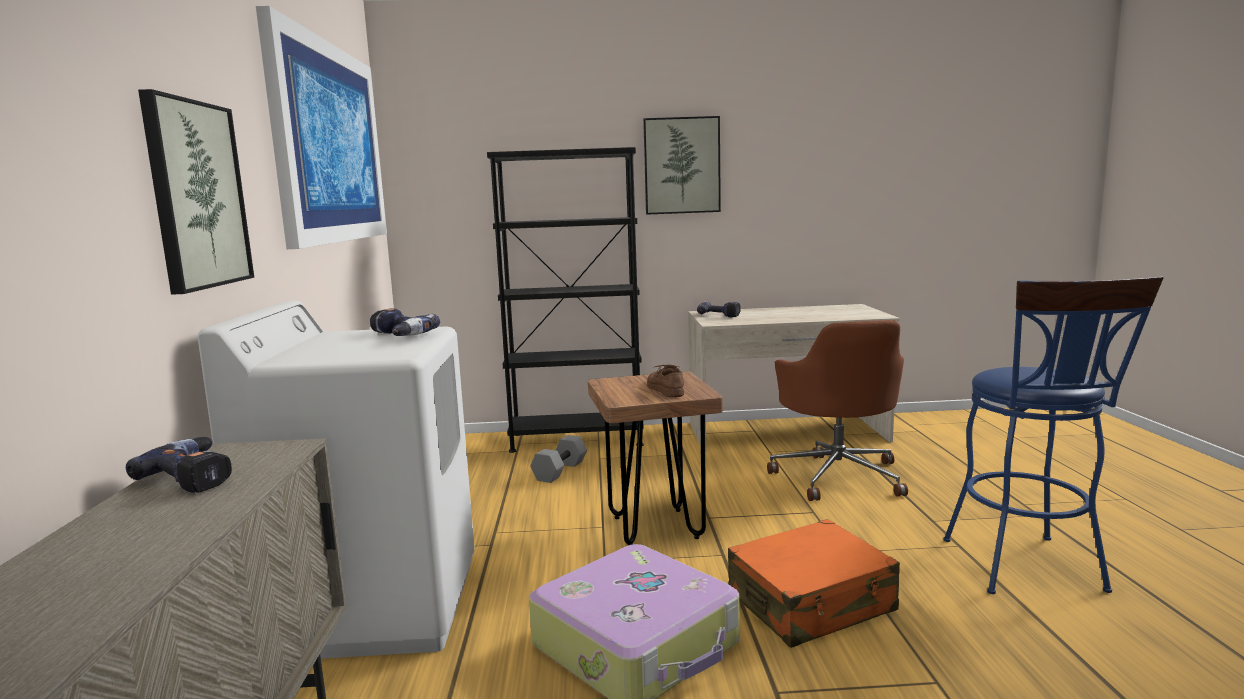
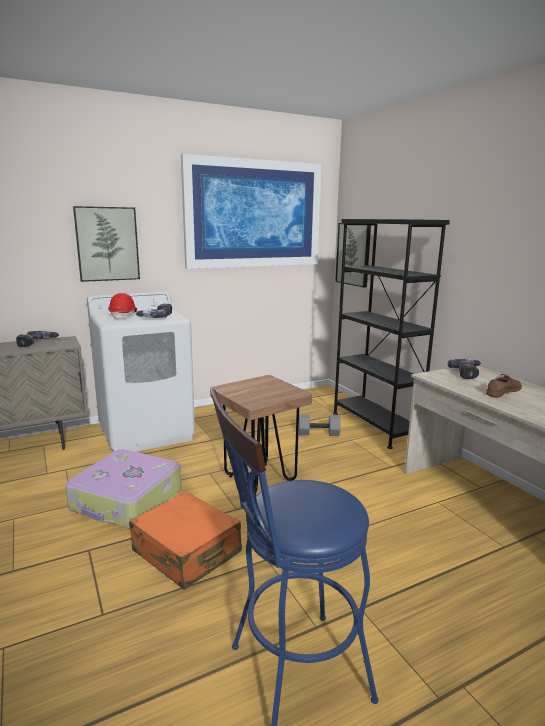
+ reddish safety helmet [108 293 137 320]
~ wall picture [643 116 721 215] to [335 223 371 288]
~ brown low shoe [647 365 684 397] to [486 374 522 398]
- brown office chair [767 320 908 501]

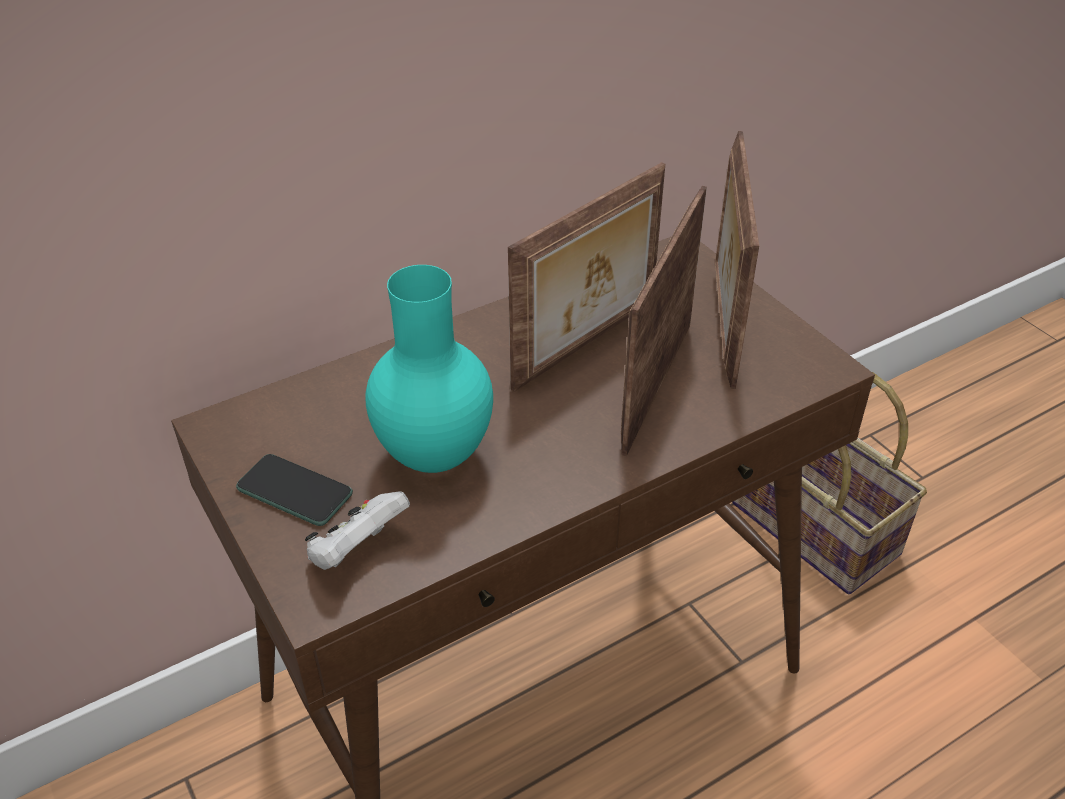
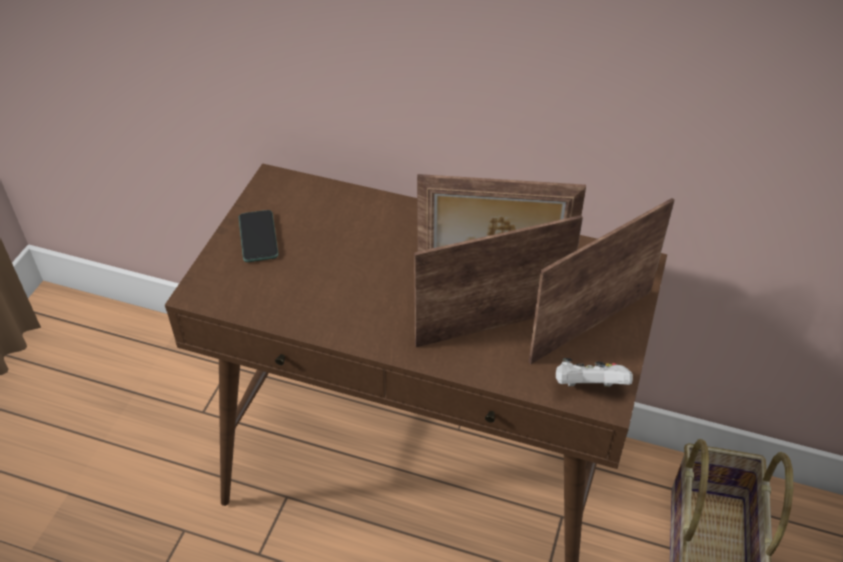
~ white gamepad [305 491 410 570] to [556 358 633 387]
- blue-green flower vase [366 265 493 473]

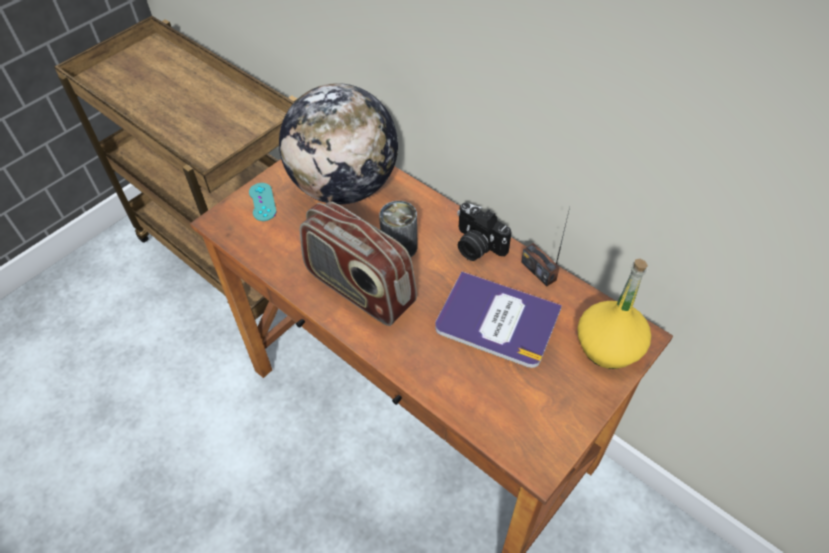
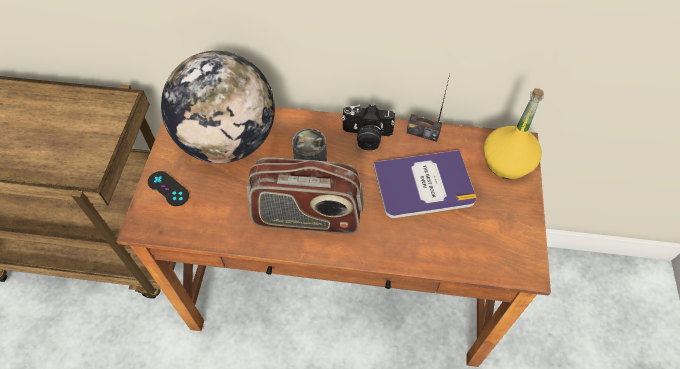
~ blue-green gamepad [249 183 276 221] to black gamepad [148 171 189 206]

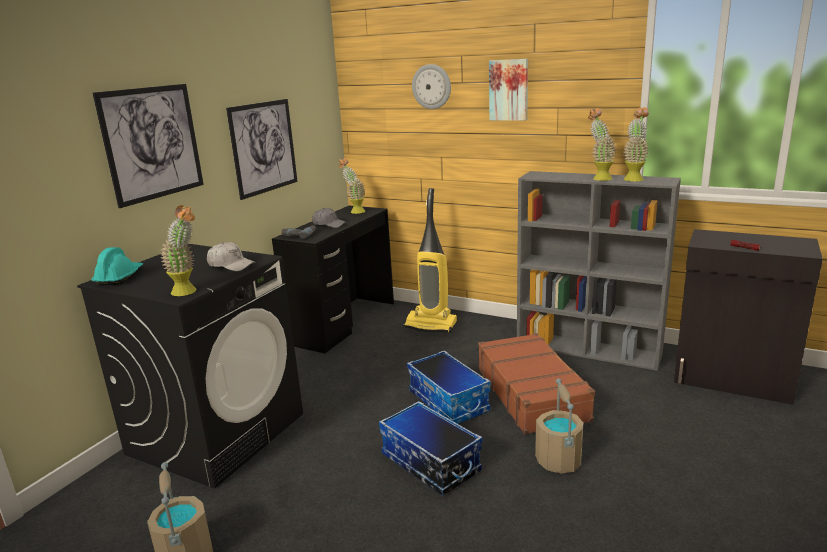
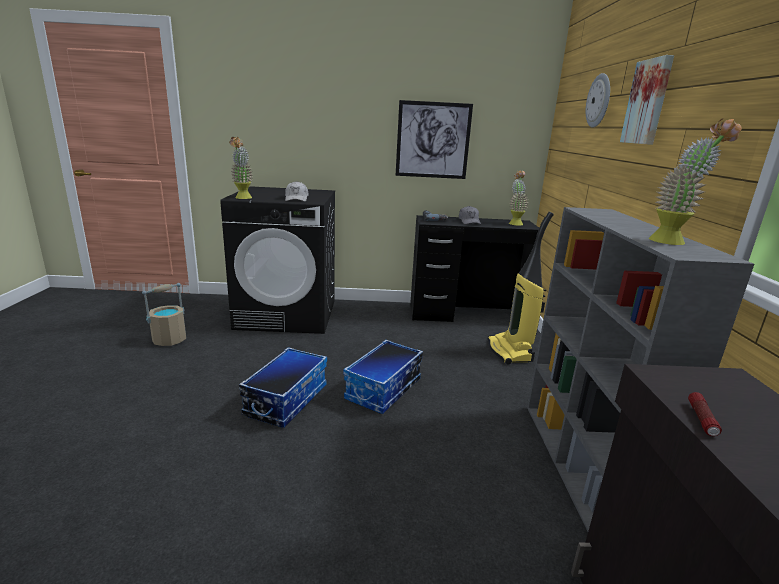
- blue-green safety helmet [91 247 143 285]
- wall picture [93 84 204 208]
- brown piece of luggage [478 333 595 435]
- beige water bucket [535 378 583 473]
- houseplant [588 108 617 181]

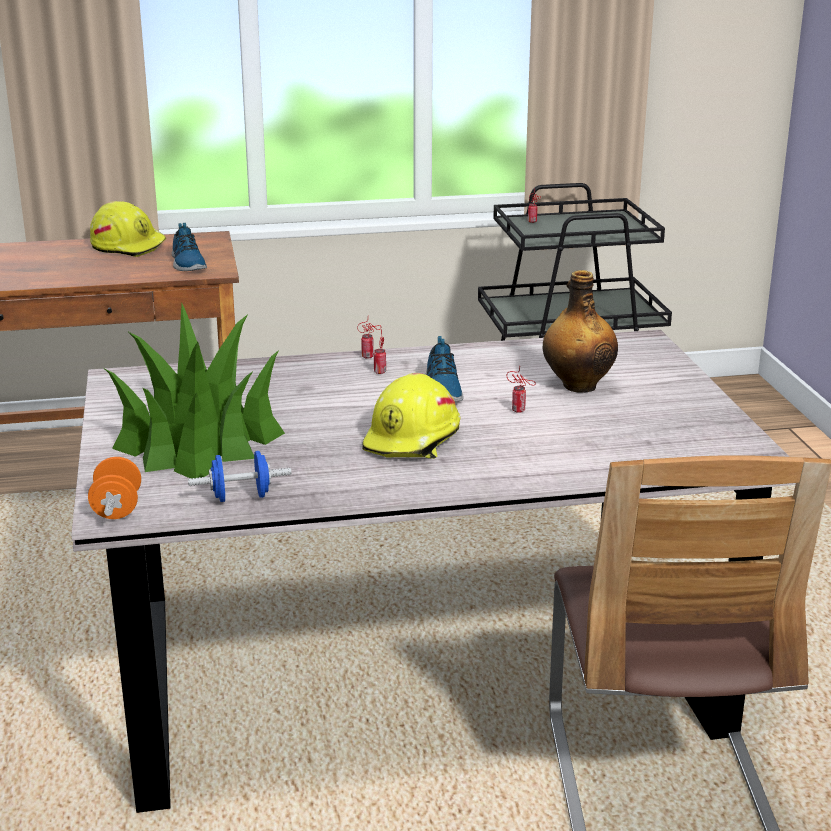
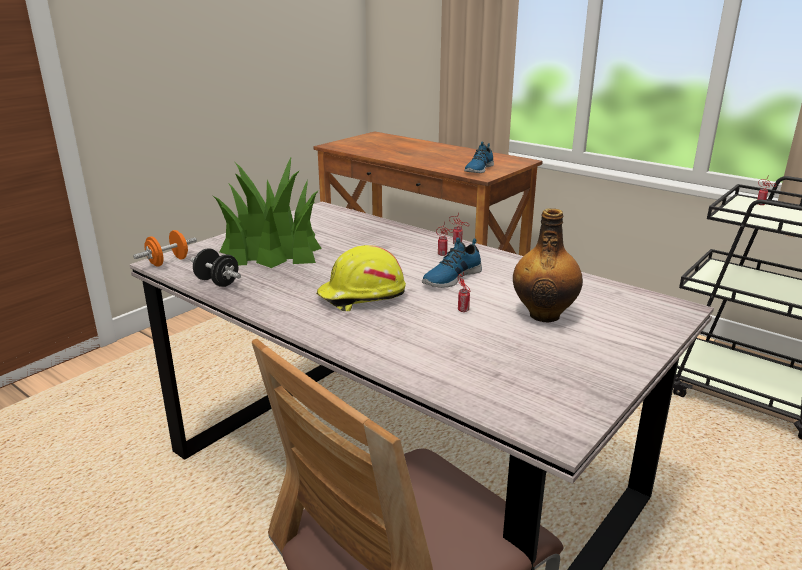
~ blue-coloured hand weight [188 451 291 502] to black hand weight [191 249 241 287]
- yellow-coloured safety helmet [90 201 166 257]

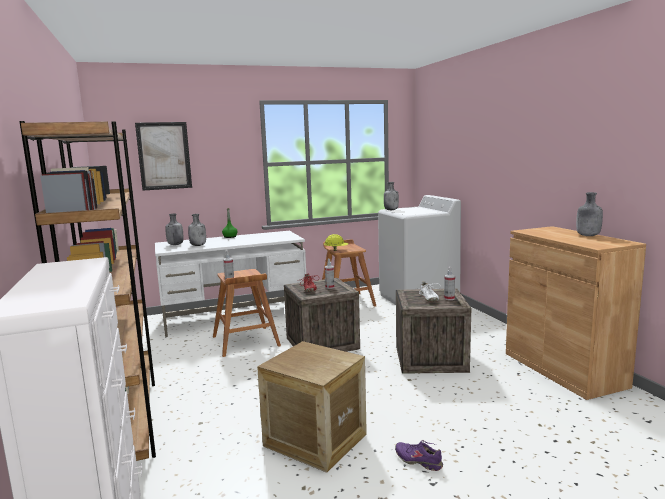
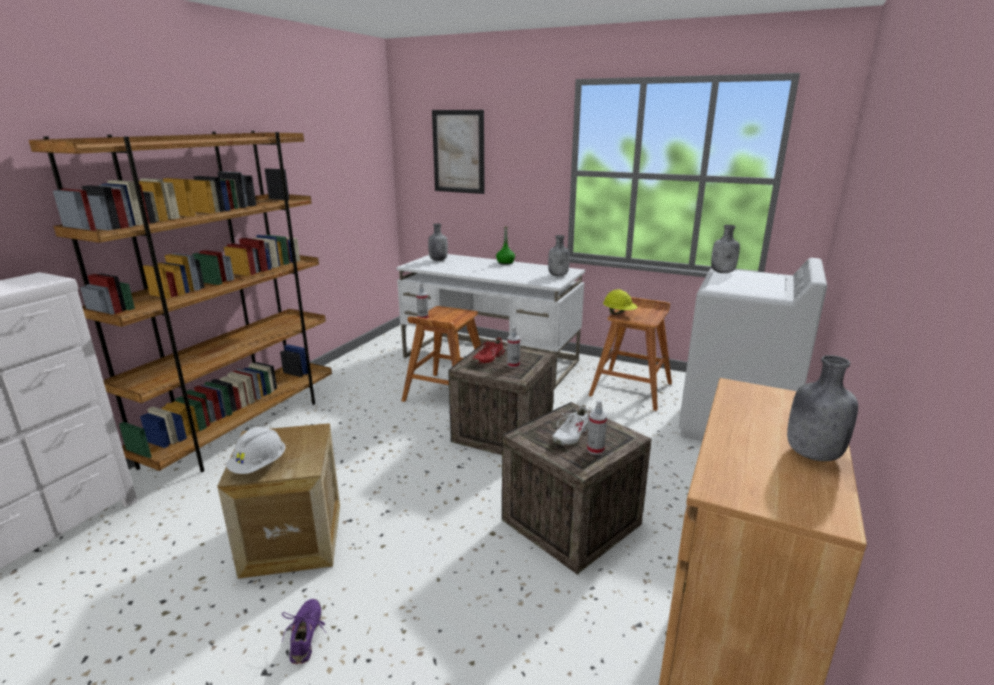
+ white safety helmet [226 427 285 474]
~ gray drink bottle [188 214 206 246] to [548 235 570 276]

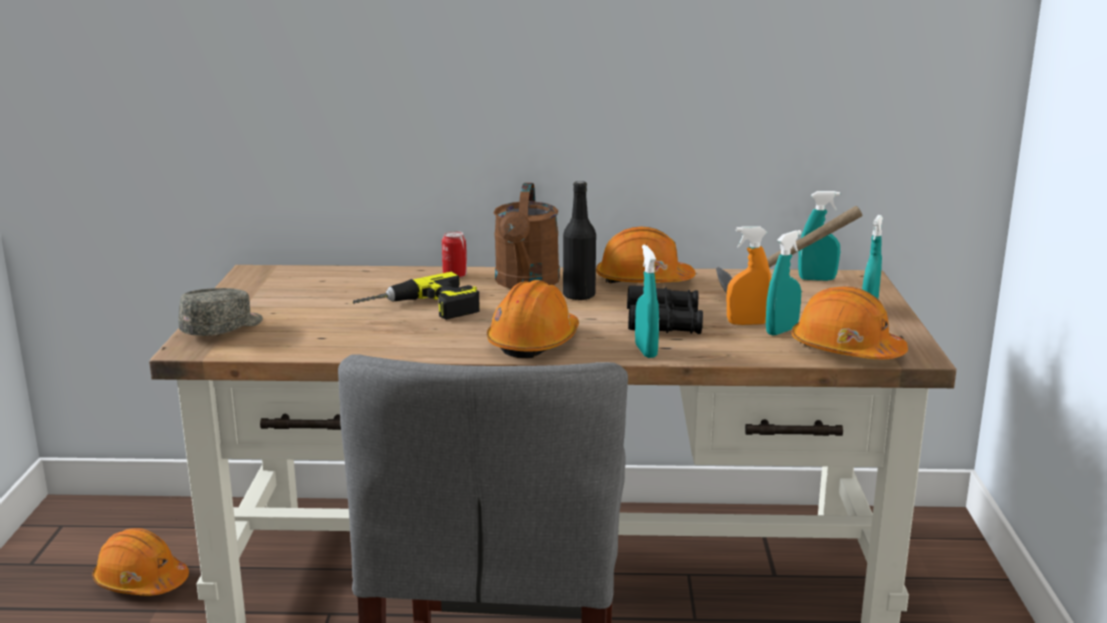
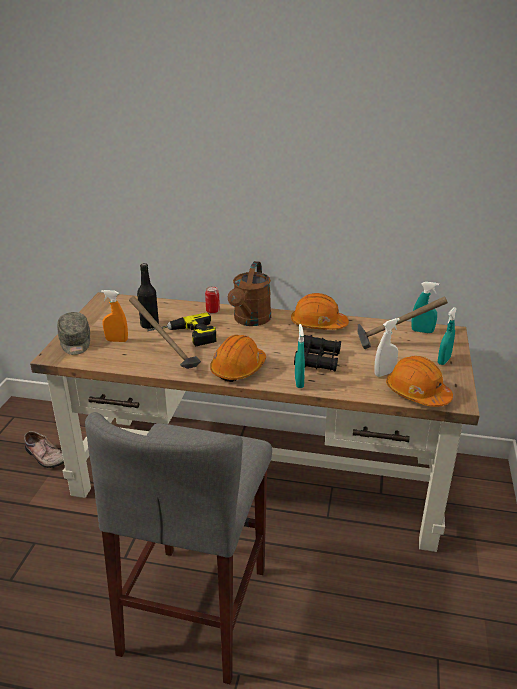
~ orange safety helmet [92 528 189 596] to low shoe [24 431 64 468]
~ gray baseball cap [178 288 263 336] = [57 312 90 355] 120 degrees clockwise
~ orange spray bottle [727 226 771 325] to [101 290 128 342]
+ hand hammer [129 296 201 369]
~ black drink bottle [563 181 596 300] to [137 263 159 329]
~ blue-green spray bottle [766 230 802 335] to white spray bottle [374 318 400 377]

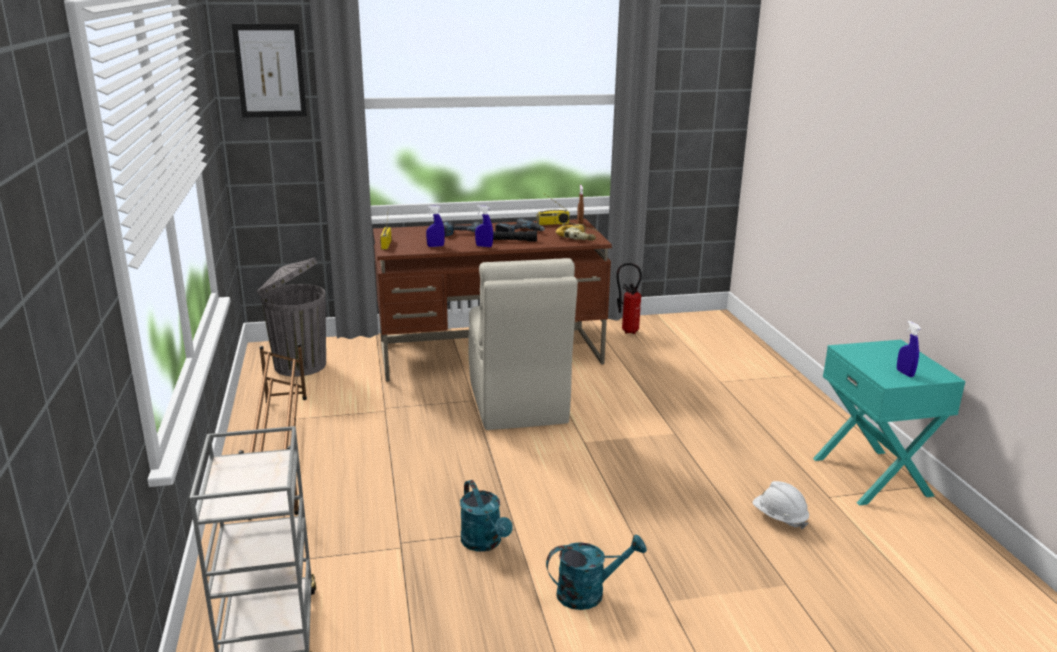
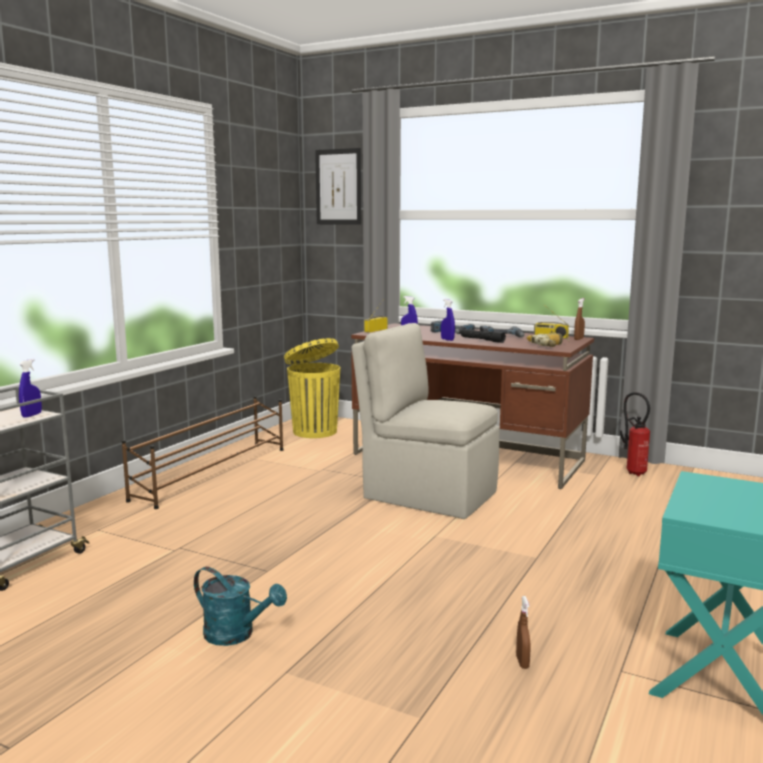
~ blue-coloured spray bottle [897 321 921 377] to [19 359 42 418]
~ gray rubbish bin [257 258 326 377] to yellow-coloured rubbish bin [284 338 341 438]
~ beige plain chair [468 258 578 430] = [351 323 499 519] 90 degrees clockwise
~ white safety helmet [752 481 809 529] to brown spray bottle [516 596 531 669]
- blue-green watering pot [460 480 513 552]

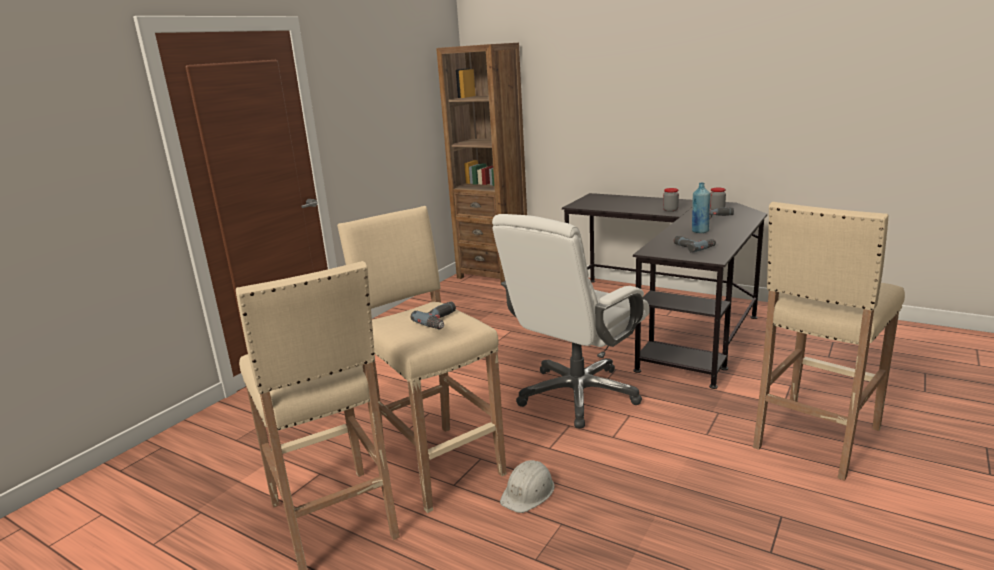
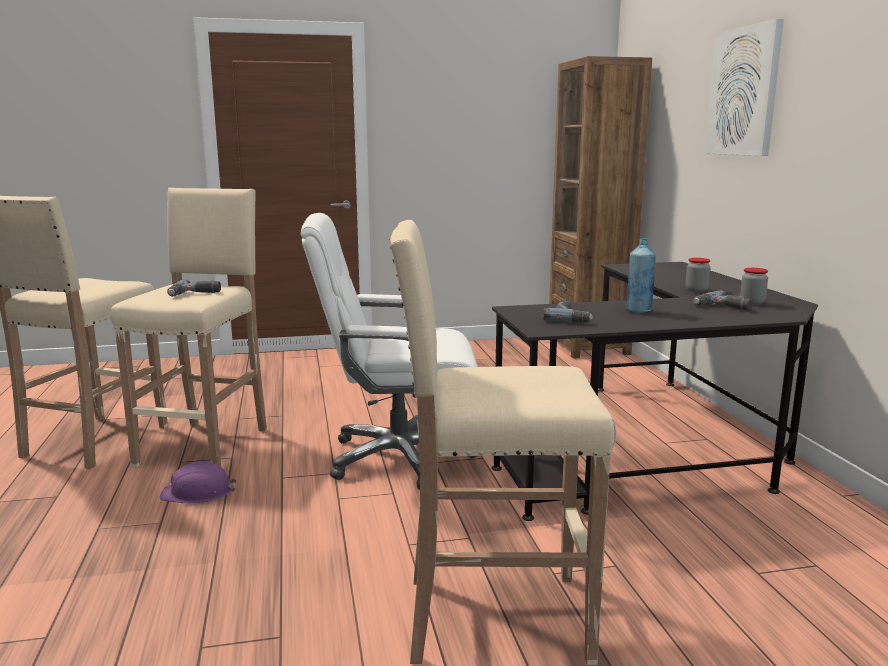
~ white safety helmet [500 460 555 513] to purple safety helmet [160 461 237 503]
+ wall picture [704 19 784 156]

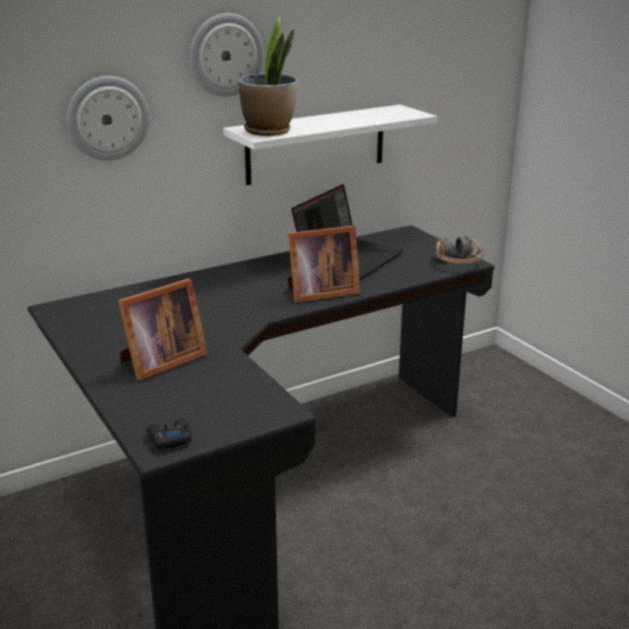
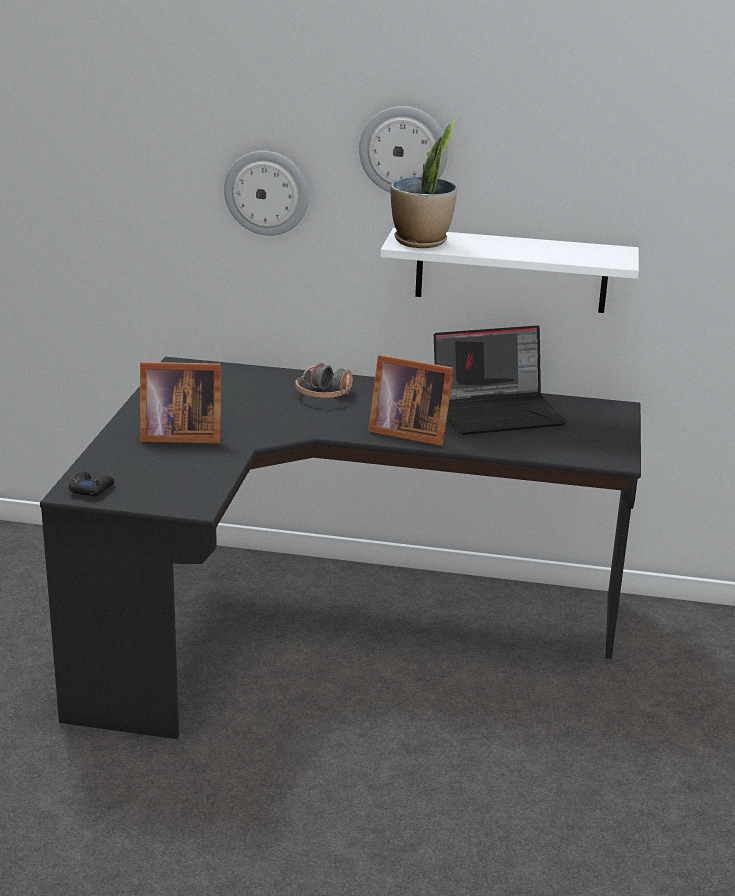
~ headphones [436 236 484 264] to [296 363 353 398]

